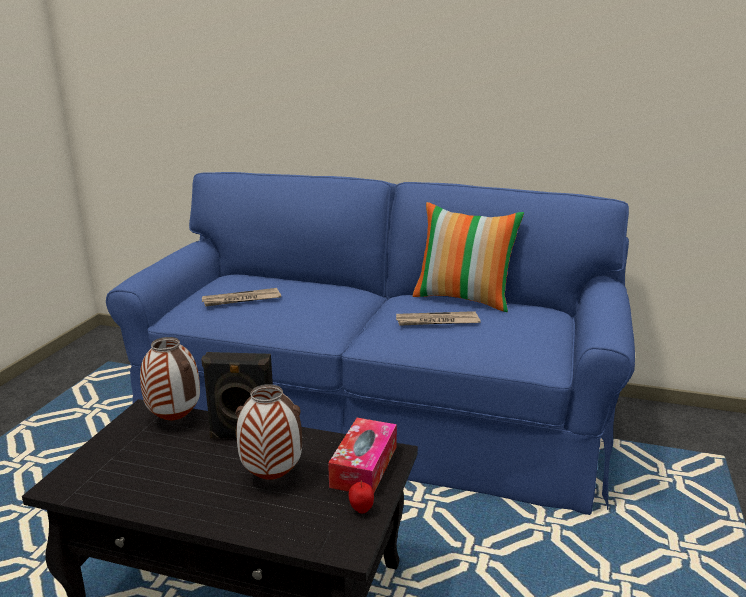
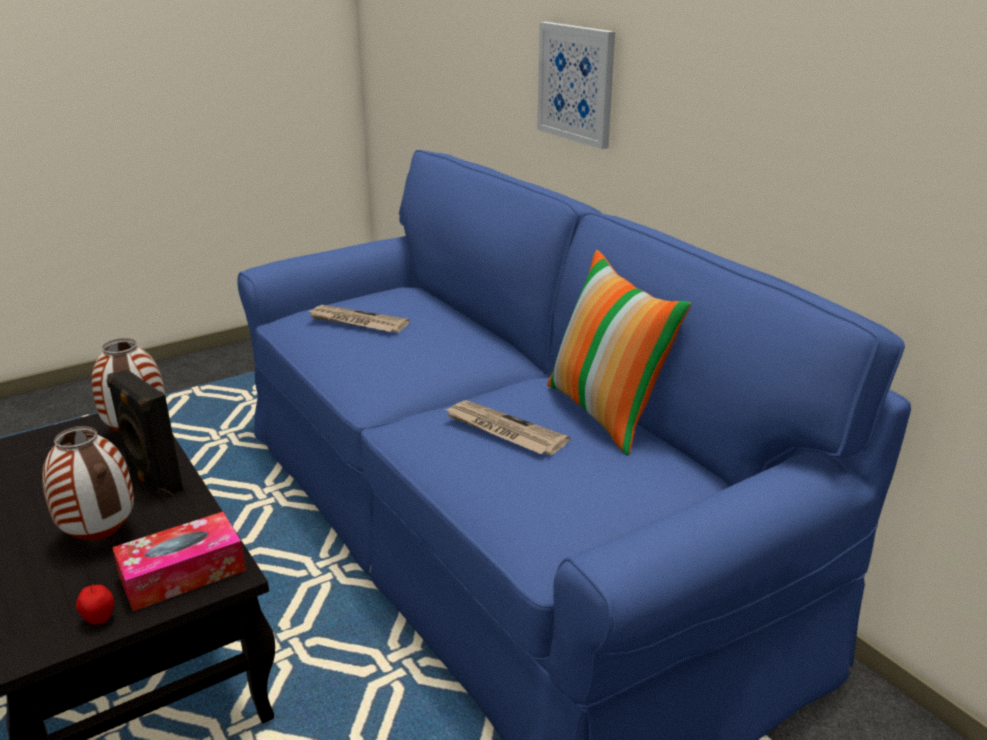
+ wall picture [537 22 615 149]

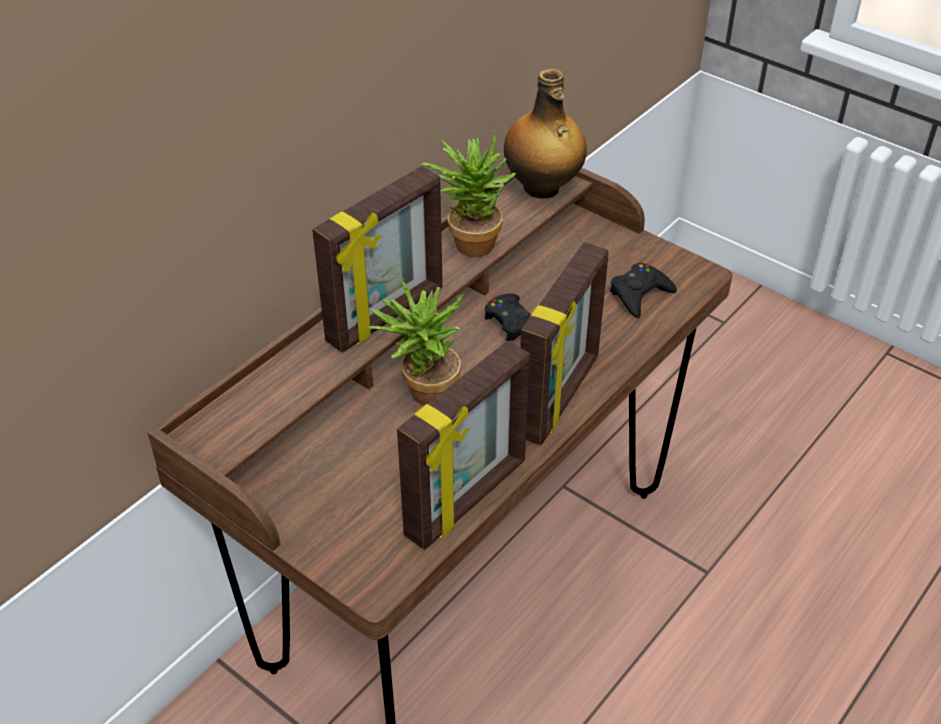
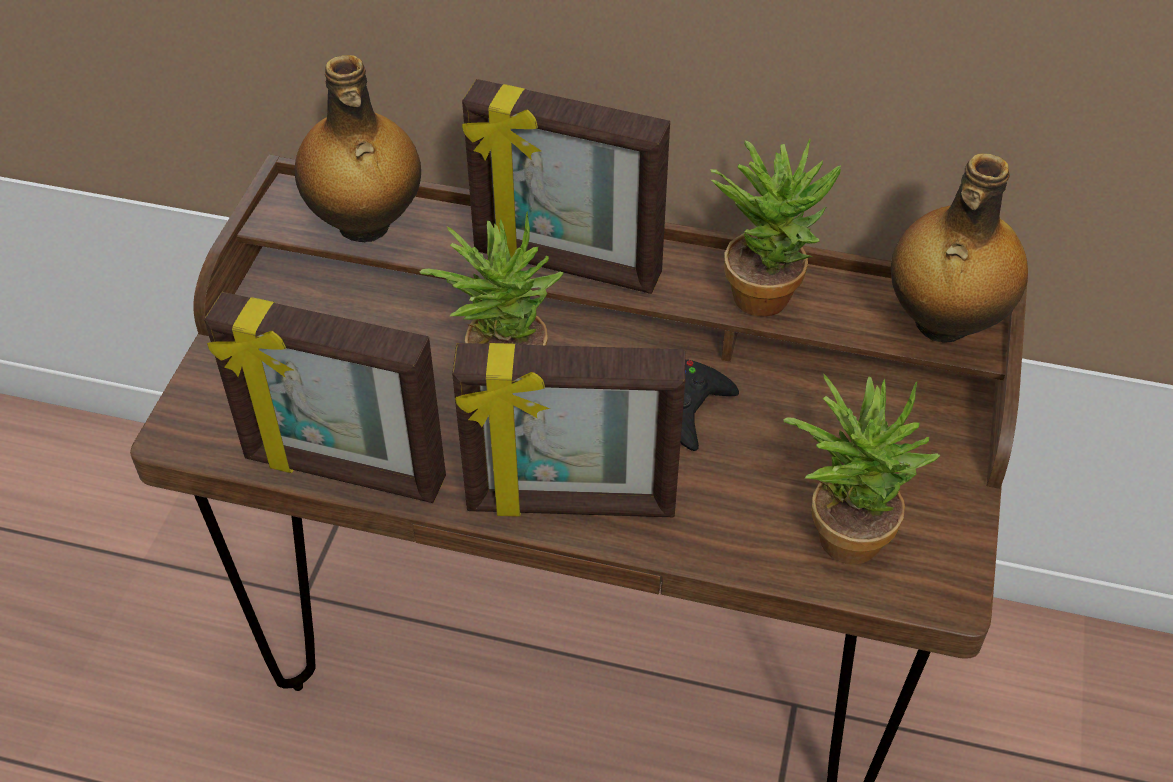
+ drink bottle [295 55 421 242]
~ black gamepad [610 263 677 318] to houseplant [783 374 941 564]

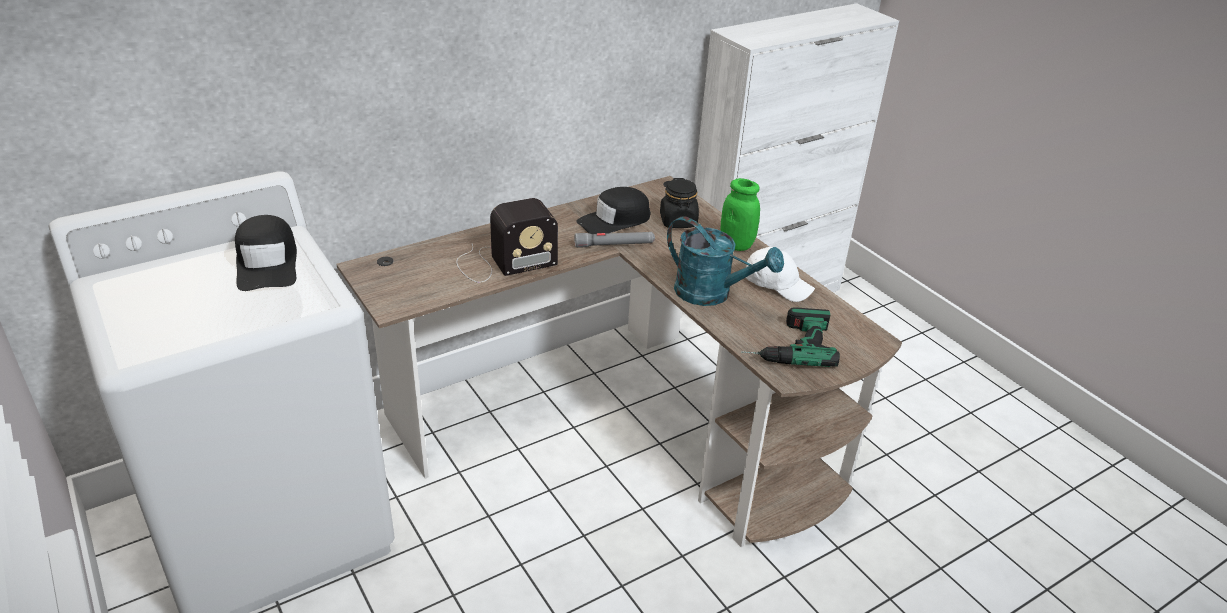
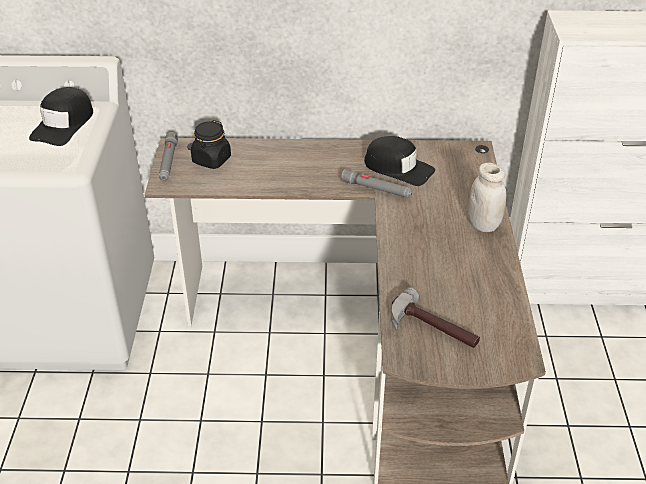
+ gray hand torch [159 132 178 181]
~ black preserve jar [660 178 699 228] to [191 120 231 169]
~ black baseball cap [576 187 650 234] = [364 136 435 186] 150 degrees counterclockwise
~ electric drill [741 307 840 367] to hand hammer [391 287 480 348]
~ green-coloured preserve jar [721 178 760 251] to white preserve jar [469 163 506 232]
- radio receiver [456 198 558 283]
- blue-green watering pot [667 216 784 306]
- white baseball cap [746 247 815 302]

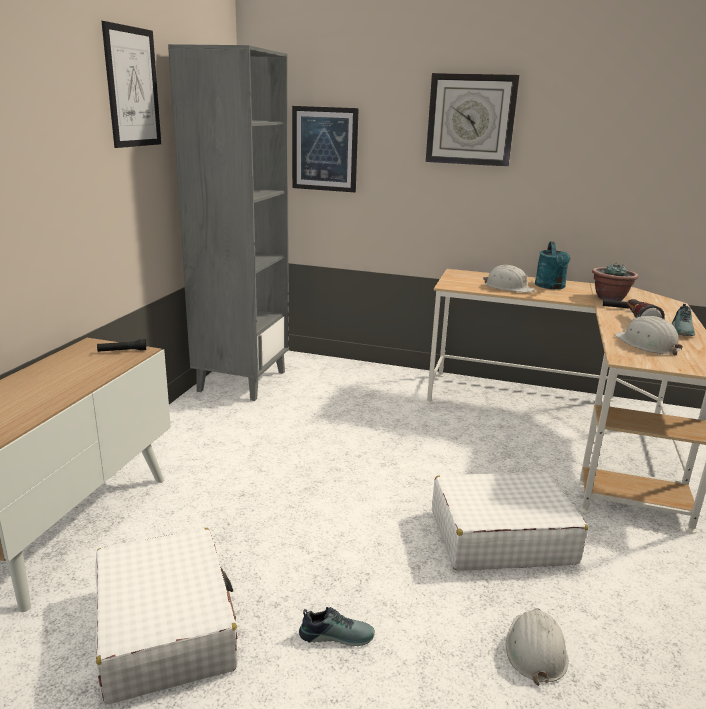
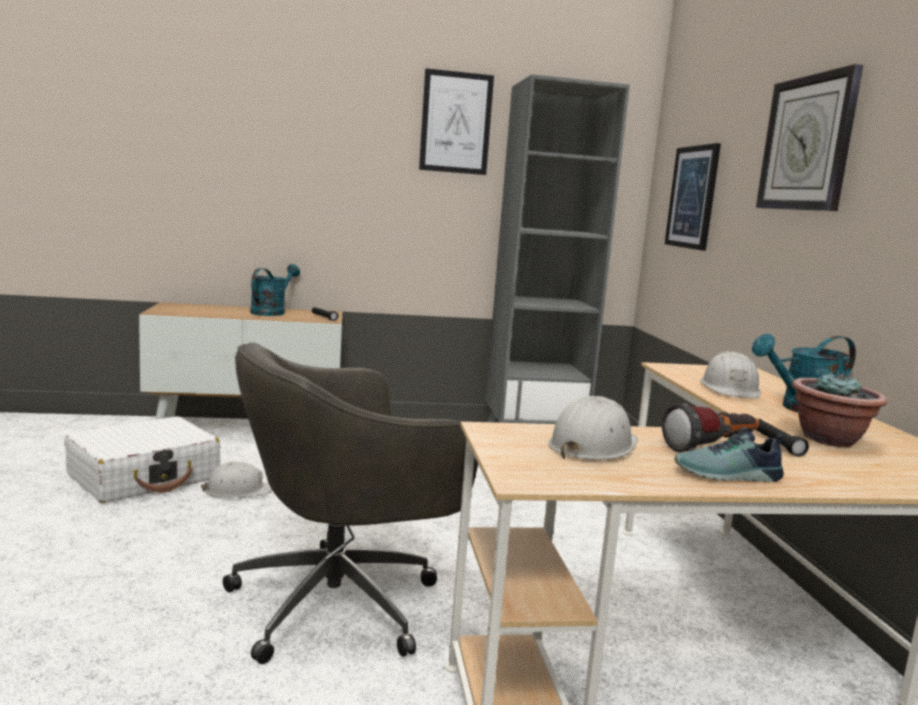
~ white safety helmet [506 608 568 686] to [201 461 272 498]
~ white piece of luggage [432 472 588 571] to gray office chair [223 343 478 664]
+ blue-green watering pot [250 264 300 316]
- low shoe [299 607 375 646]

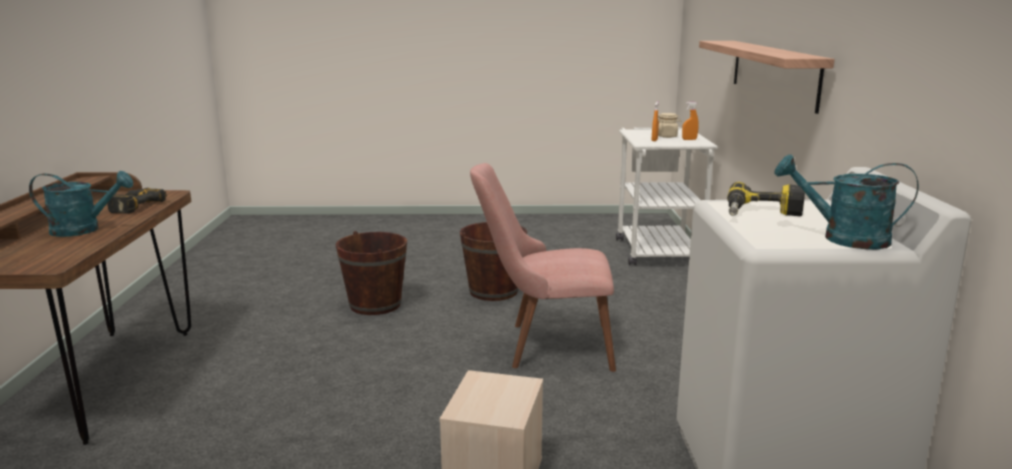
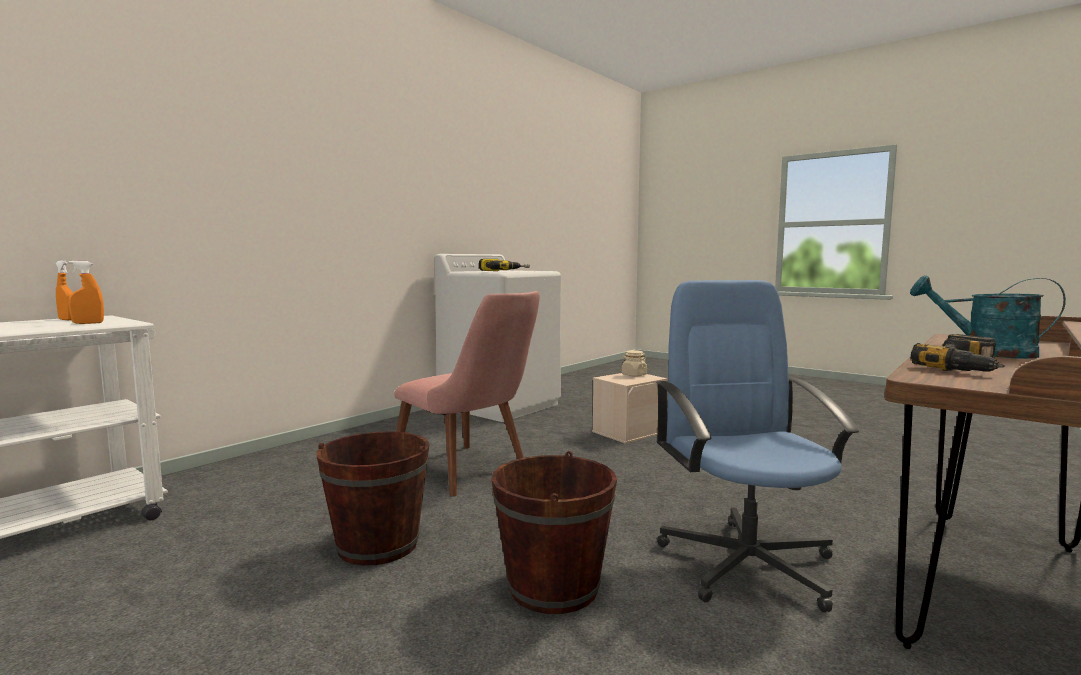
~ beige preserve jar [658 113 681 138] to [622 350 647 377]
+ blue-coloured office chair [655 280 860 612]
- bracket shelf [699 41 835 114]
- blue-green watering pot [774 154 919 249]

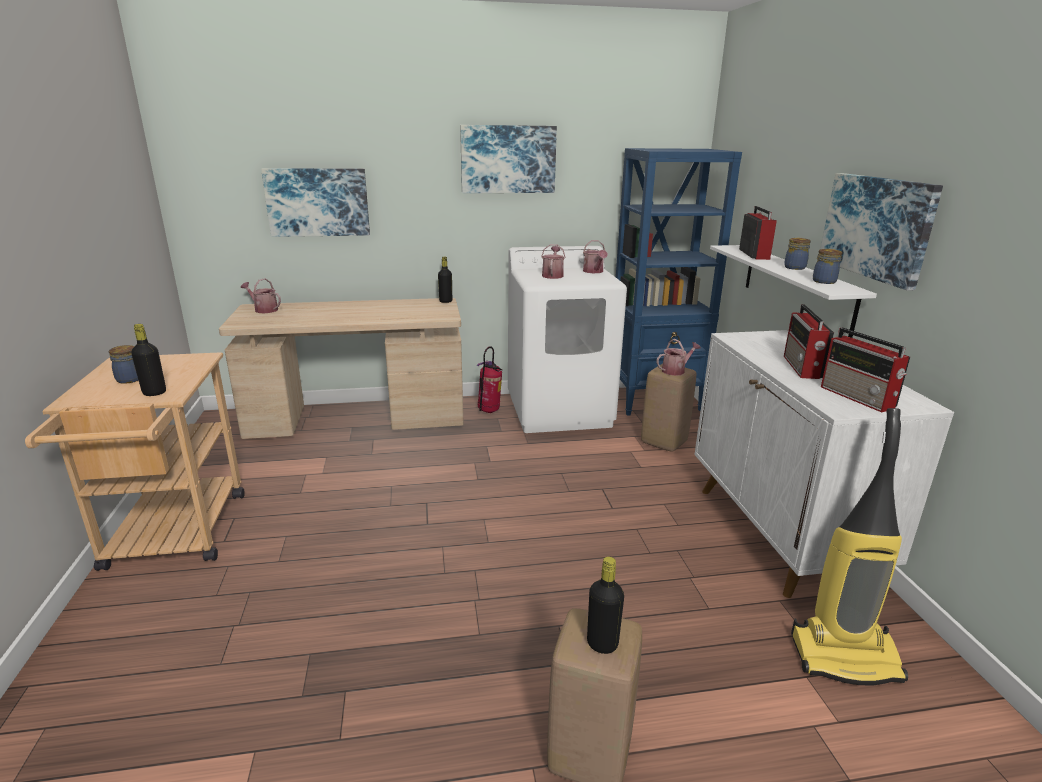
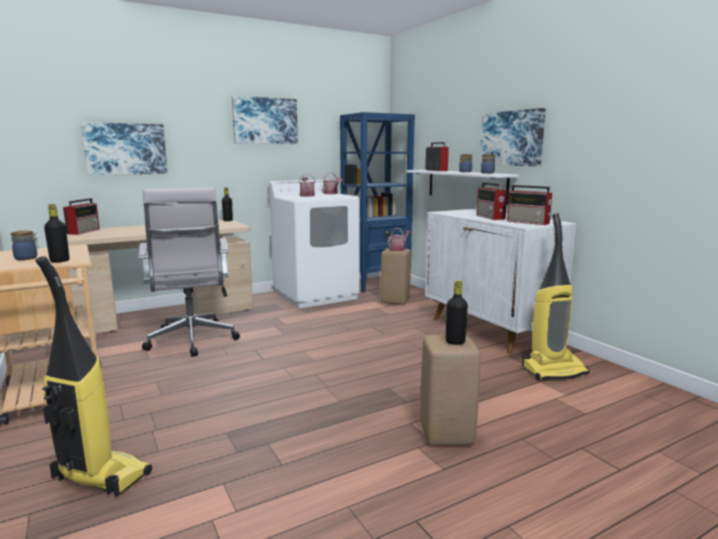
+ hoover [35 256 152 497]
~ watering pot [241 278 281 313] to radio receiver [63 198 100 235]
+ white office chair [139 187 240 357]
- fire extinguisher [476 347 502 413]

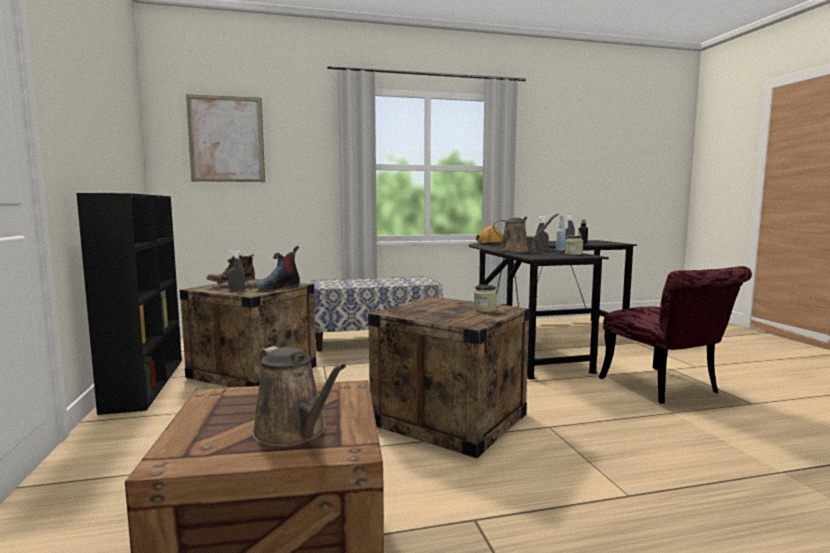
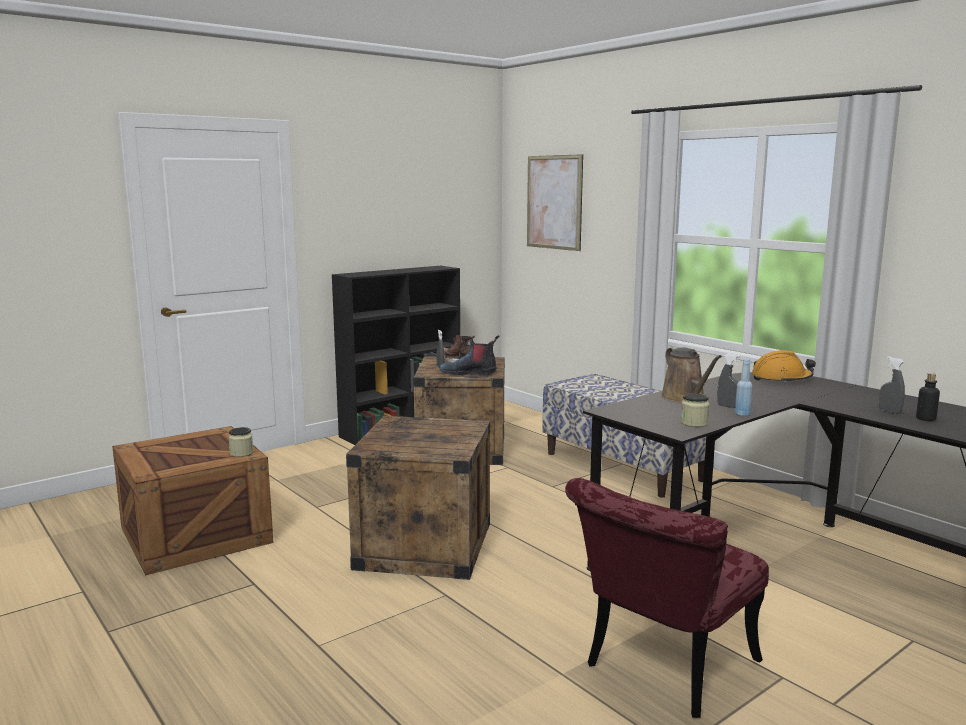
~ preserve jar [474 285 497 312] to [228 427 253 457]
- brown watering pot [252 346 346 447]

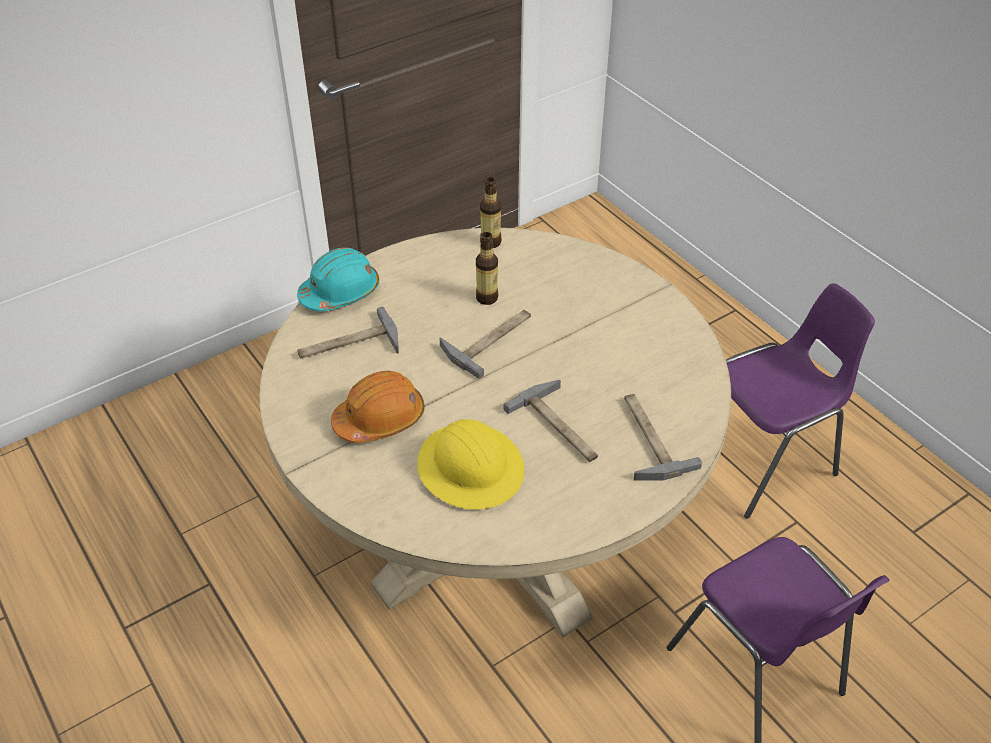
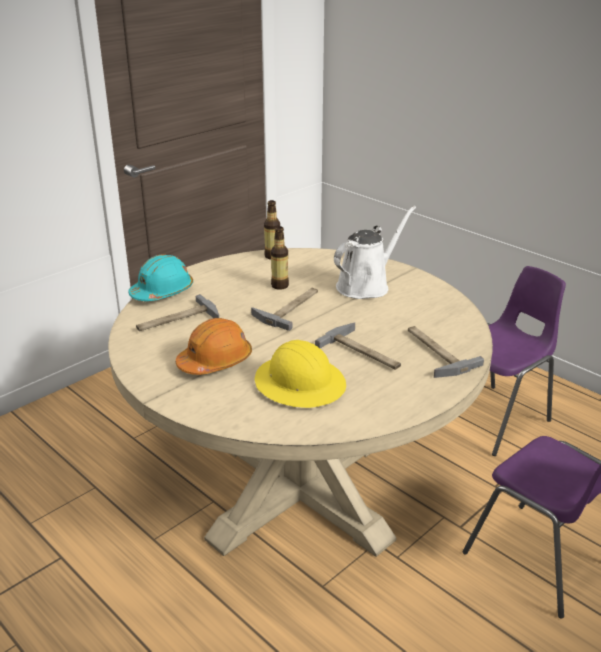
+ white watering pot [334 206 416 299]

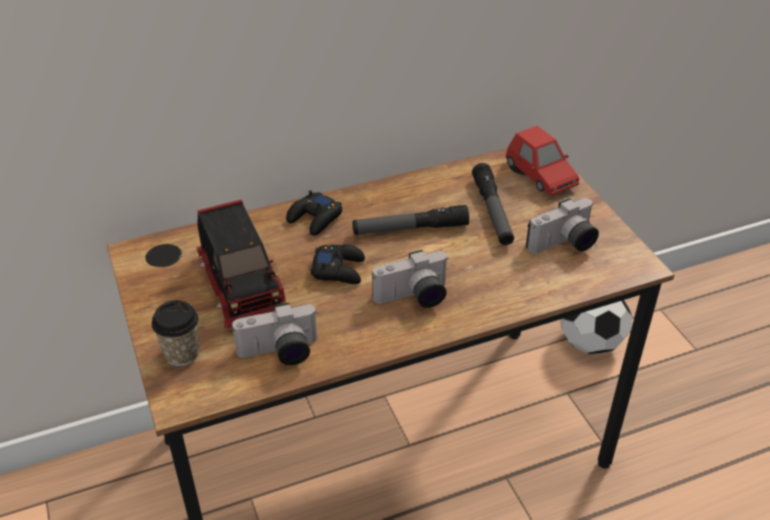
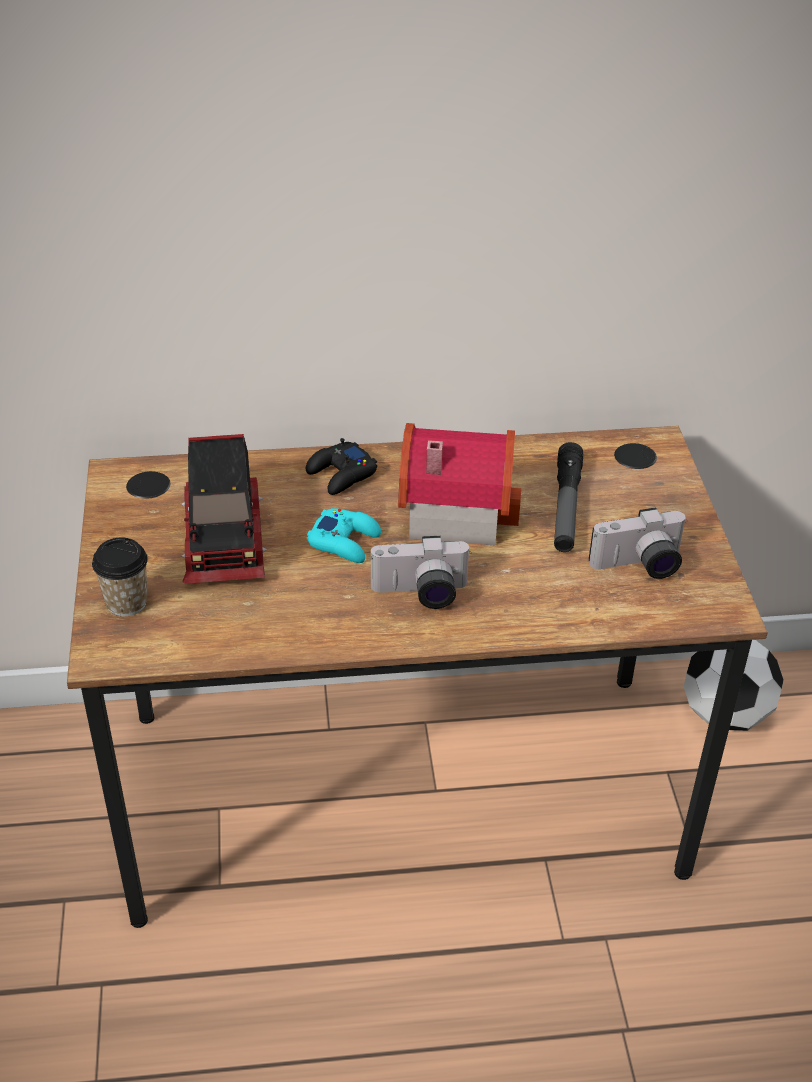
~ black gamepad [311 244 365 284] to blue-green gamepad [307 508 381 563]
~ hand torch [352 205 469 235] to toy house [398 423 521 545]
- still camera [232 303 318 365]
- reddish miniature car [505 126 579 195]

